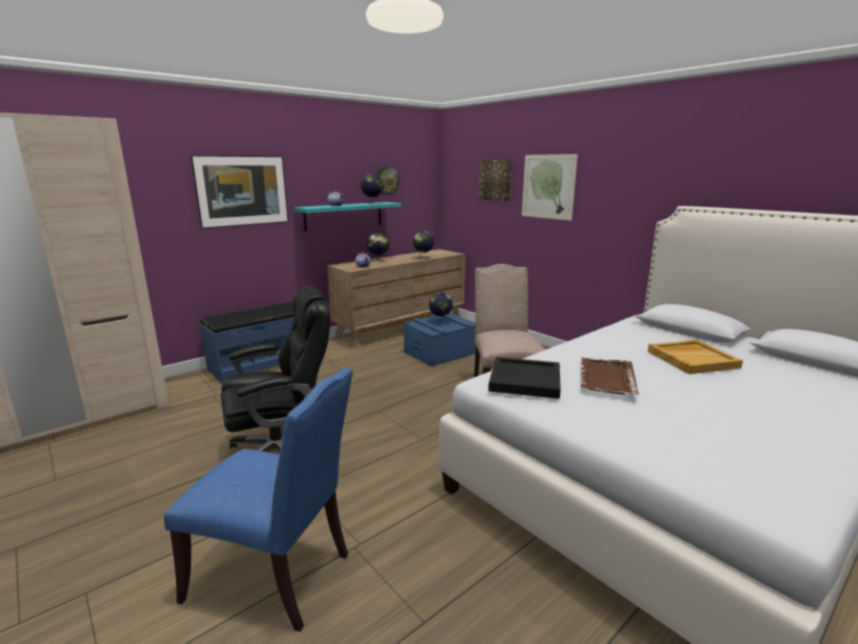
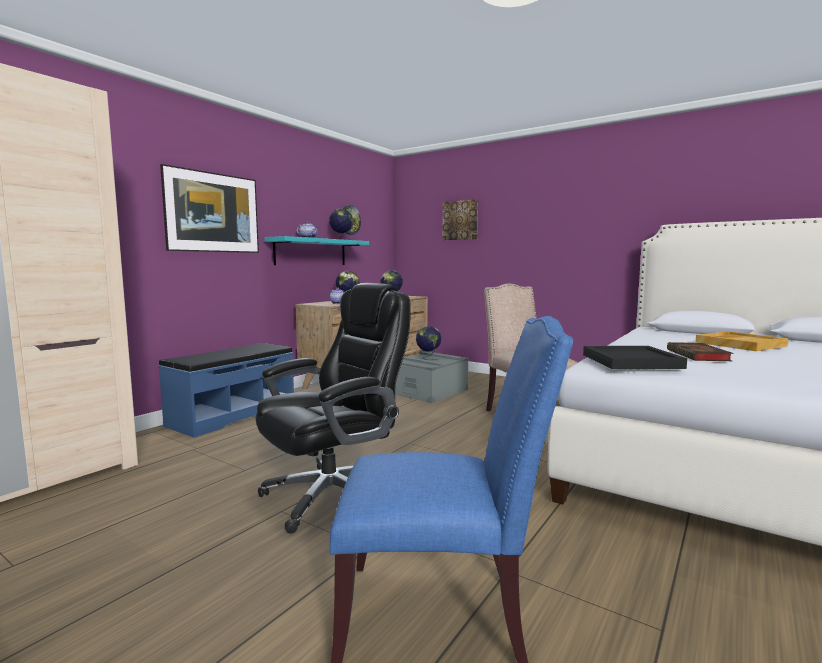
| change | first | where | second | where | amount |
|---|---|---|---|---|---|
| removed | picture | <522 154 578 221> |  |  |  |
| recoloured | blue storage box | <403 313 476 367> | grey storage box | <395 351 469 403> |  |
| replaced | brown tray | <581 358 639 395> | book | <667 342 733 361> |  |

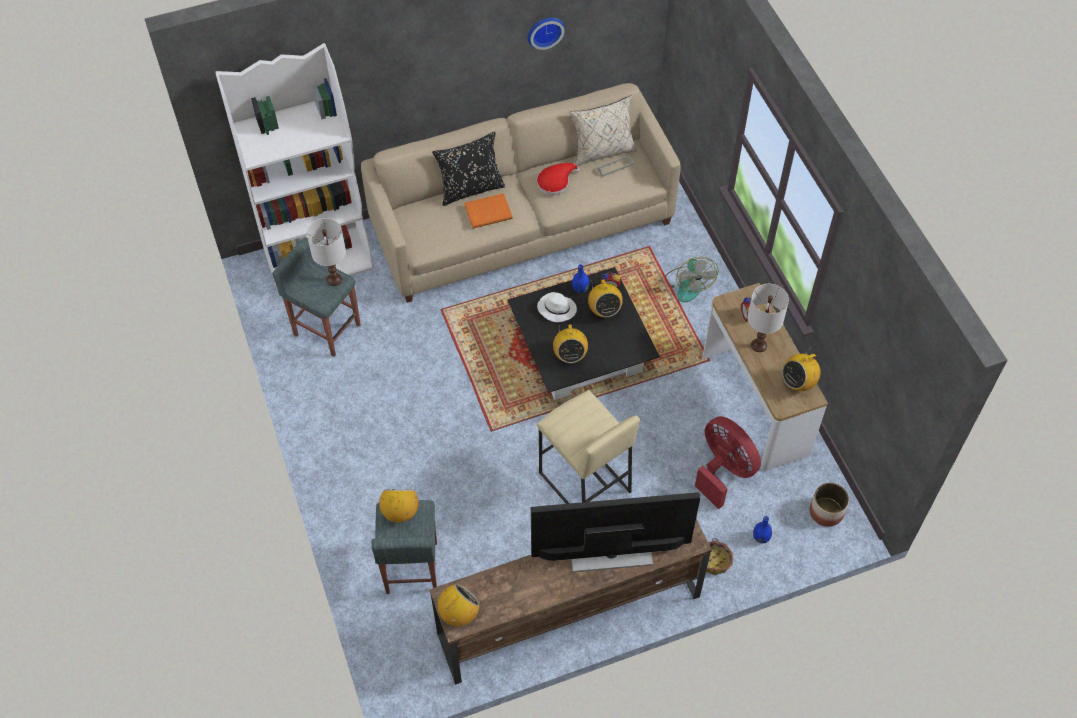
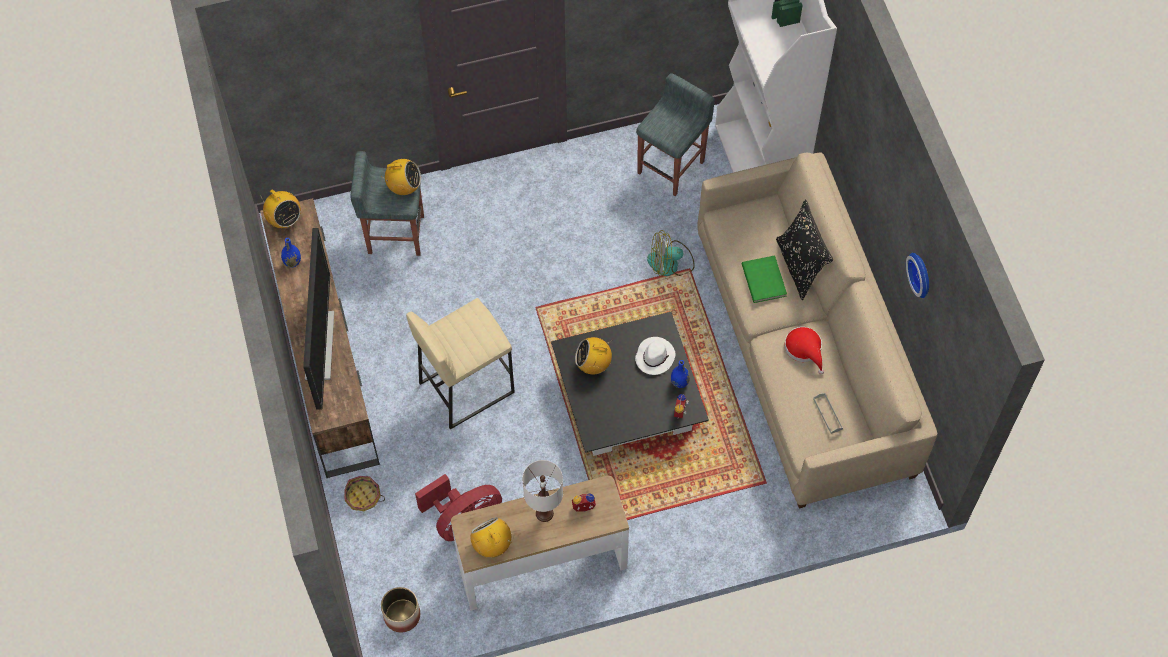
| change | first | where | second | where | amount |
|---|---|---|---|---|---|
| removed | beige pillow | <570 95 637 166> |  |  |  |
| recoloured | orange book | <464 193 513 228> | green book | <742 255 787 303> |  |
| removed | white table lamp | <307 218 346 286> |  |  |  |
| moved | fan | <665 257 718 302> |  | <647 230 695 277> |  |
| removed | radio | <588 279 623 318> |  |  |  |
| moved | blue vase | <753 516 772 543> |  | <281 238 301 267> |  |

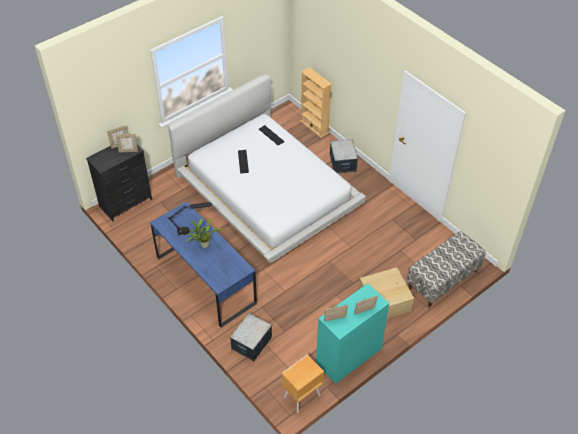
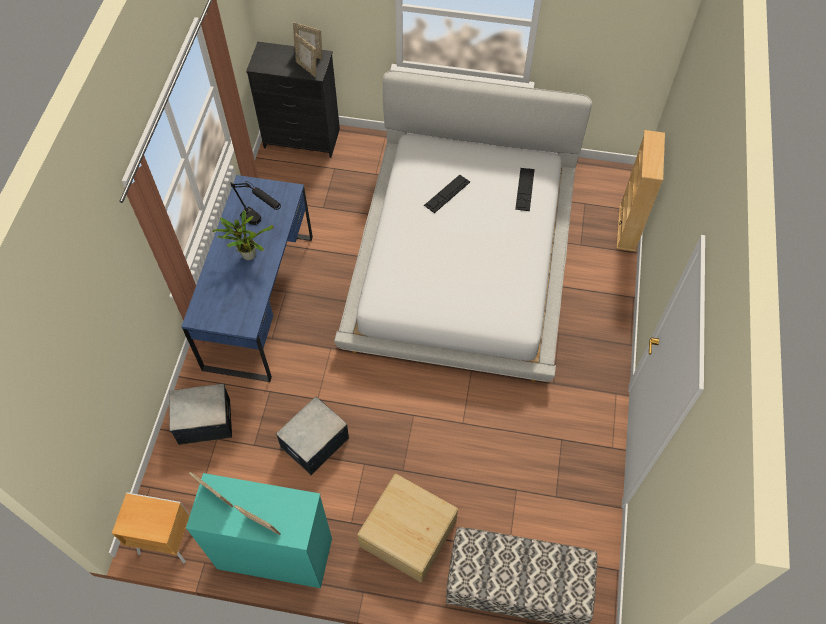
| change | first | where | second | where | amount |
|---|---|---|---|---|---|
| moved | storage box | <330 139 358 174> |  | <276 397 349 475> |  |

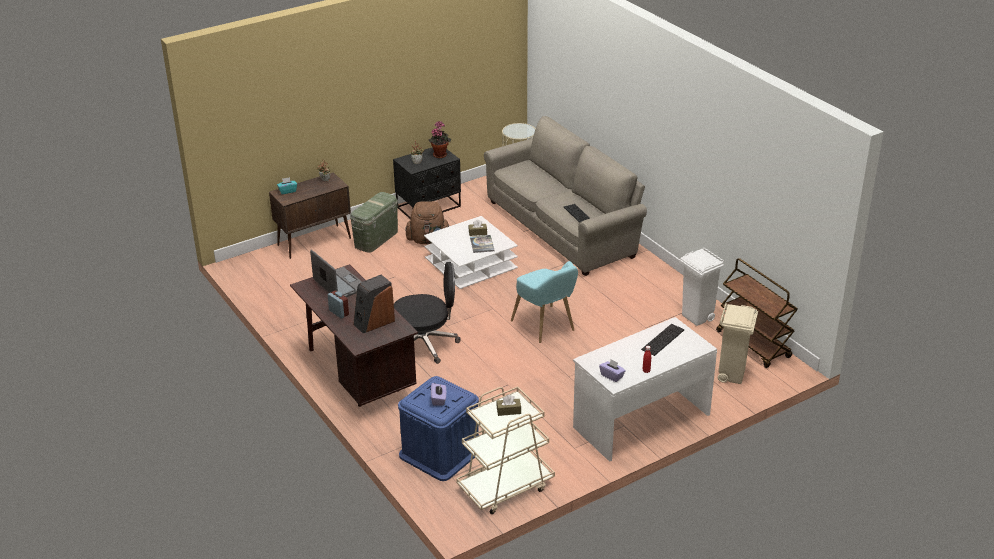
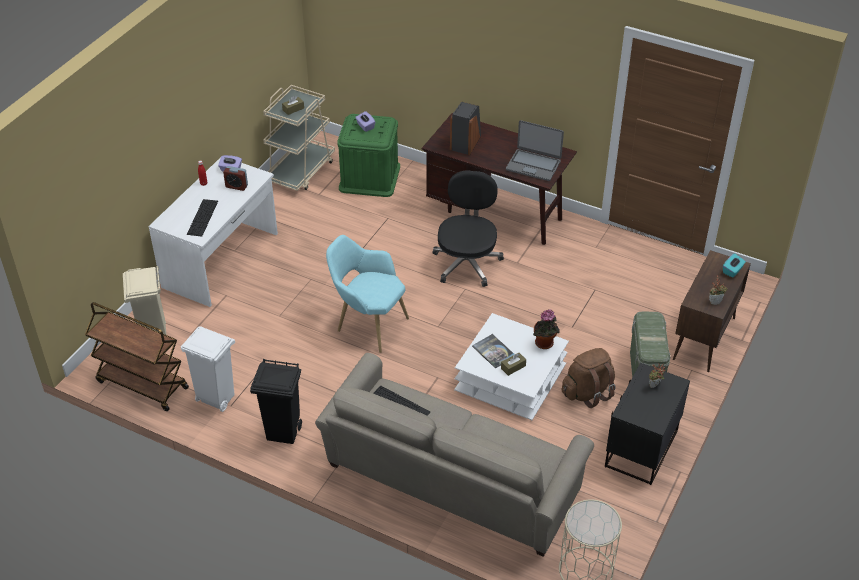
| change | first | where | second | where | amount |
|---|---|---|---|---|---|
| moved | potted plant | <429 121 451 158> |  | <533 309 560 349> |  |
| turned | black office chair | <394 262 461 364> |  | <432 171 504 287> | 135 degrees clockwise |
| moved | alarm clock | <328 290 349 318> |  | <223 166 248 191> |  |
| recoloured | blue storage box | <398 376 479 481> | green storage box | <337 114 400 197> |  |
| added |  |  | black trash can | <250 359 302 444> |  |

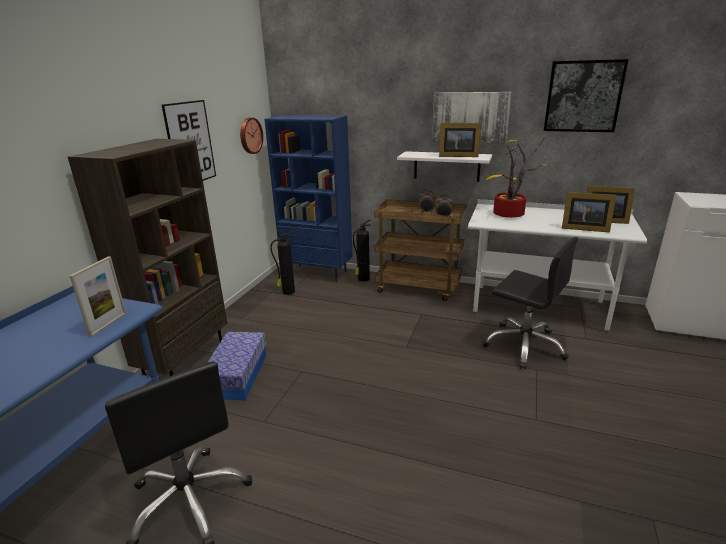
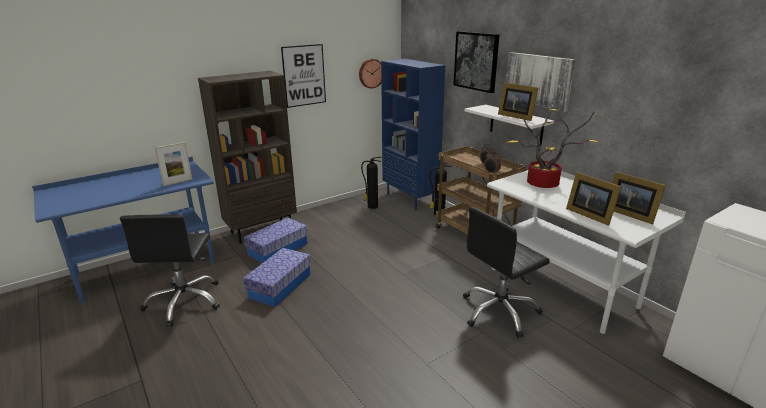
| change | first | where | second | where | amount |
|---|---|---|---|---|---|
| moved | picture | <544 59 629 132> |  | <454 31 500 93> |  |
| turned | black office chair | <482 237 578 369> |  | <463 206 550 338> | 75 degrees clockwise |
| added |  |  | storage box | <243 248 311 307> |  |

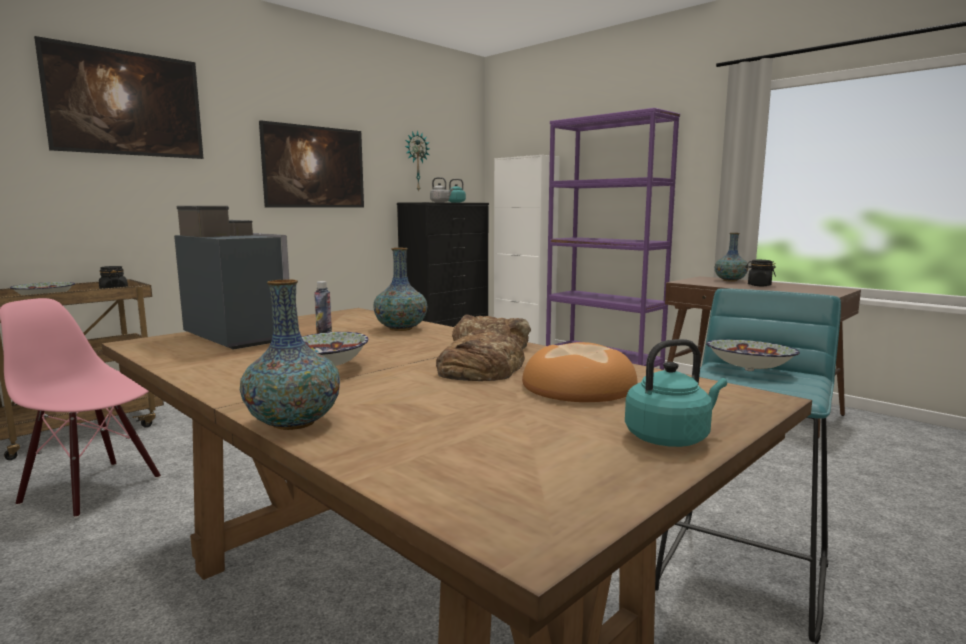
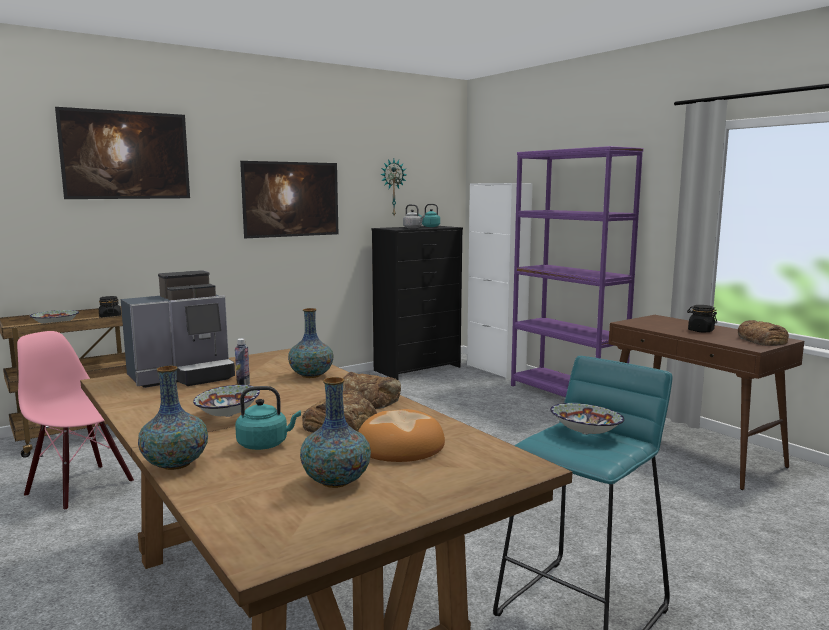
| change | first | where | second | where | amount |
|---|---|---|---|---|---|
| turned | coffee machine | <174 206 289 349> |  | <121 270 235 388> | 90 degrees clockwise |
| moved | vase | <715 233 748 281> |  | <300 377 371 488> |  |
| moved | turquoise kettle | <625 339 727 447> |  | <235 386 301 450> |  |
| added |  |  | bread | <738 320 789 346> |  |

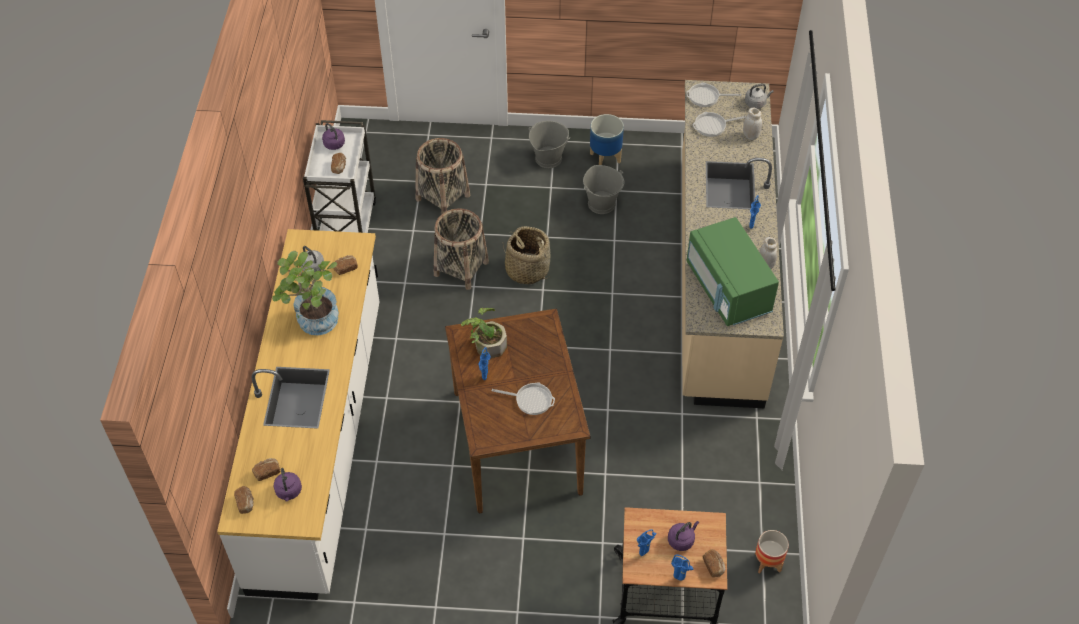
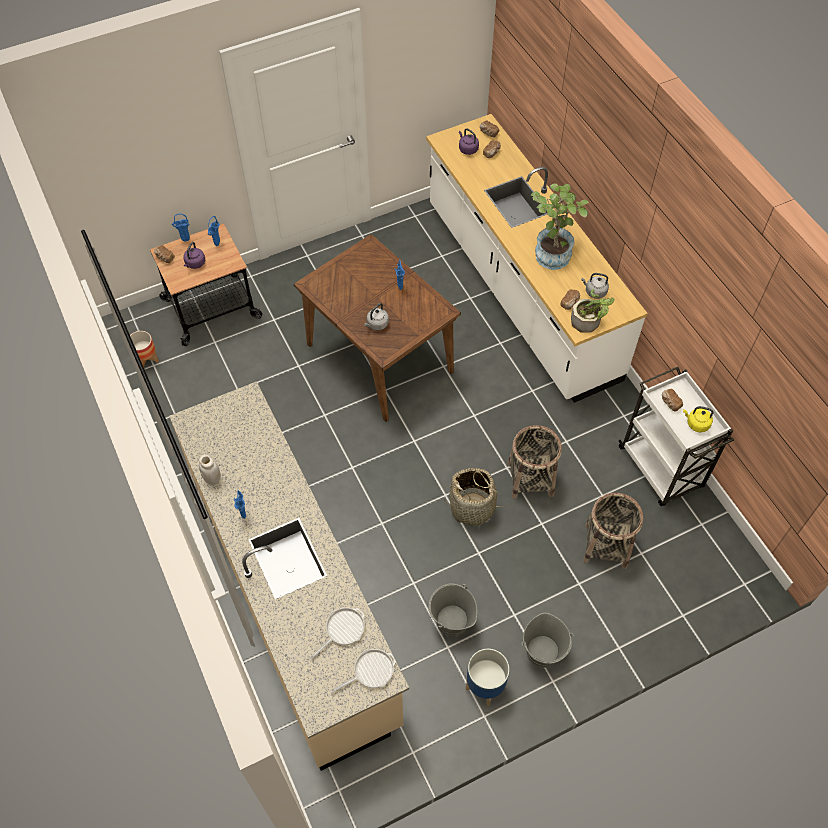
| change | first | where | second | where | amount |
|---|---|---|---|---|---|
| moved | grey kettle | <745 84 774 109> |  | <364 303 389 331> |  |
| removed | white jar | <743 108 762 140> |  |  |  |
| recoloured | purple kettle | <322 123 345 150> | yellow kettle | <683 406 713 432> |  |
| removed | green microwave | <686 217 779 326> |  |  |  |
| moved | potted plant | <461 308 507 358> |  | <571 289 615 333> |  |
| removed | frying pan | <492 382 555 415> |  |  |  |

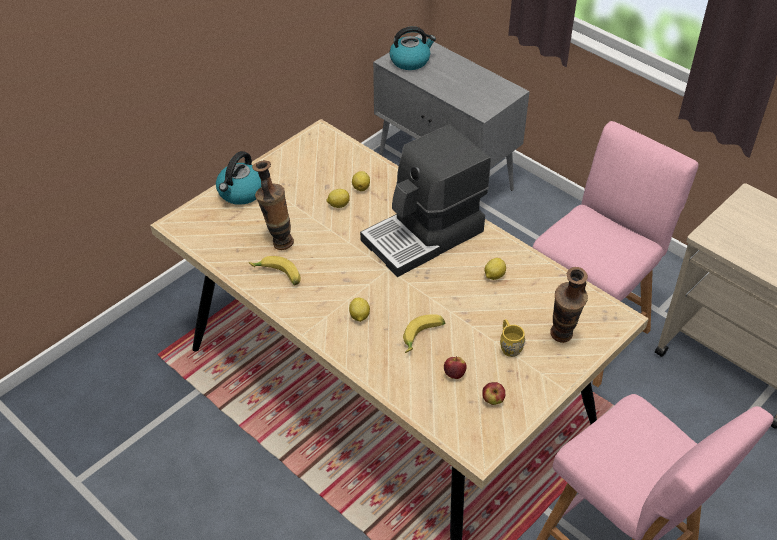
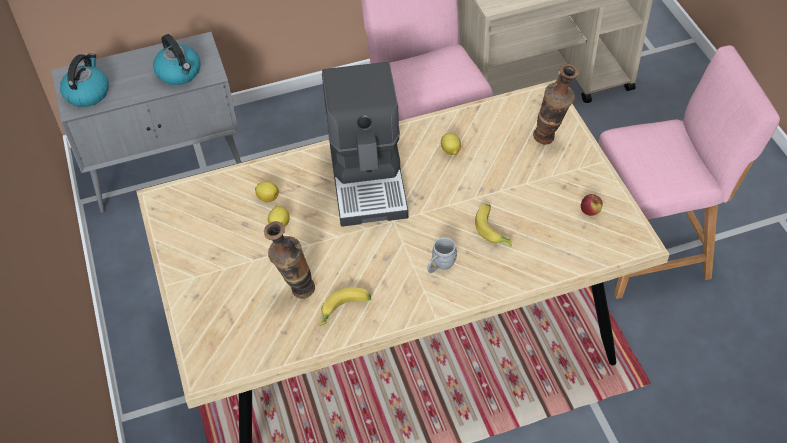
| change | first | where | second | where | amount |
|---|---|---|---|---|---|
| moved | kettle | <216 151 261 205> |  | <153 34 201 85> |  |
| replaced | lemon | <349 298 370 322> | grey mug | <427 237 457 273> |  |
| removed | yellow mug | <500 319 525 357> |  |  |  |
| removed | apple | <444 356 467 379> |  |  |  |

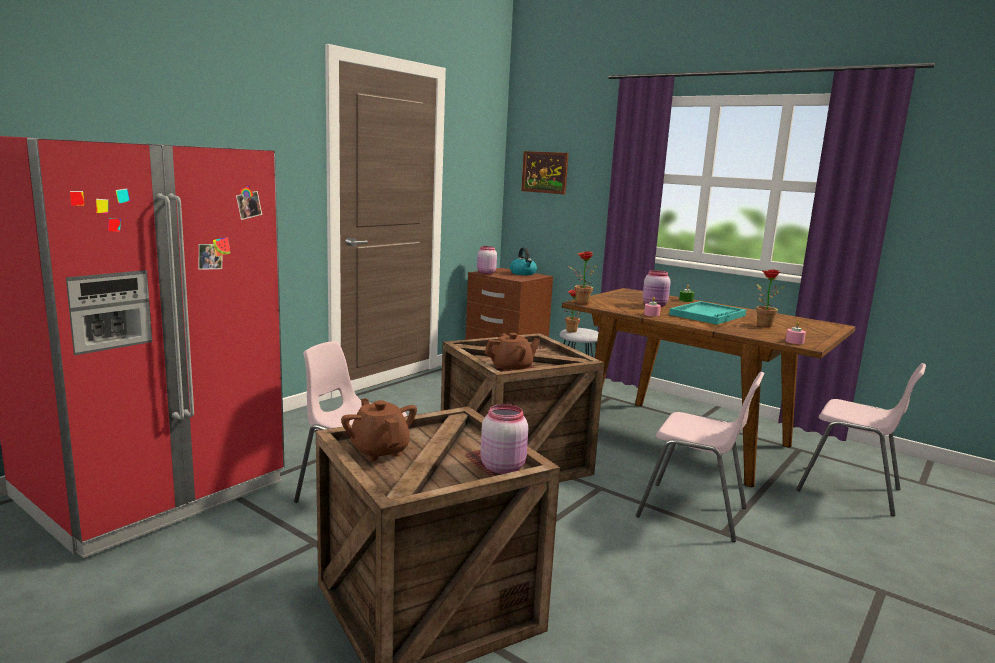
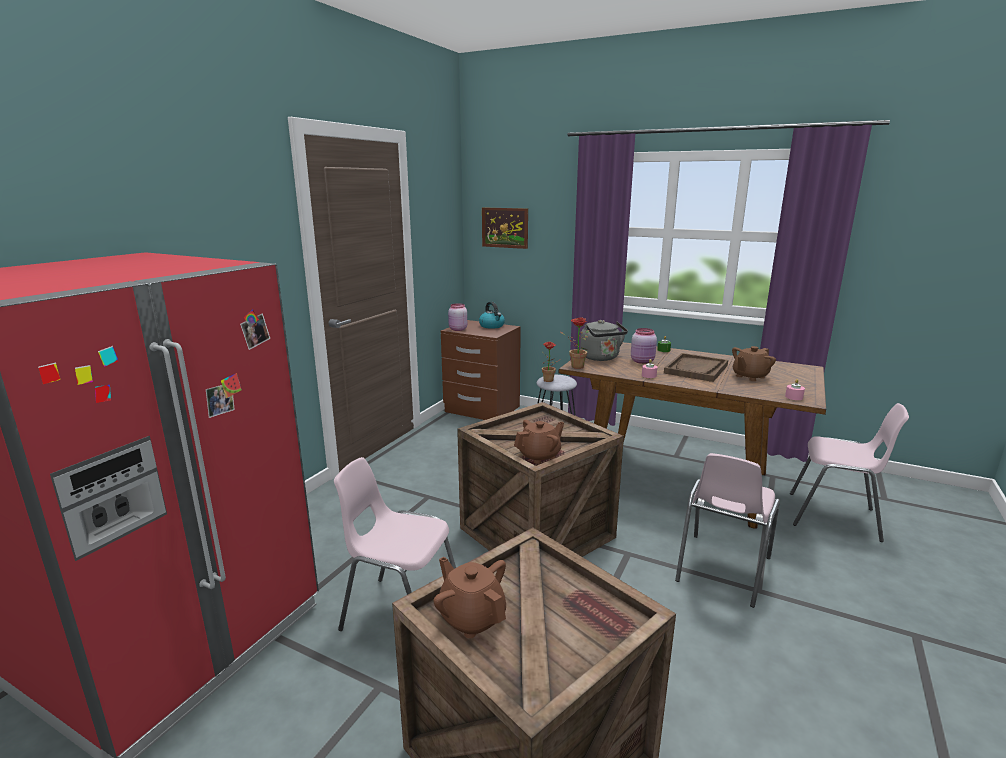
| change | first | where | second | where | amount |
|---|---|---|---|---|---|
| replaced | potted plant | <756 269 785 327> | brown teapot | <732 346 776 381> |  |
| recoloured | turquoise tray | <669 301 746 325> | brown tray | <664 353 728 382> |  |
| turned | pink chair | <636 372 764 542> |  | <675 453 780 608> | 105 degrees clockwise |
| removed | pink jar | <480 404 528 474> |  |  |  |
| added |  |  | grey kettle | <580 320 628 361> |  |

